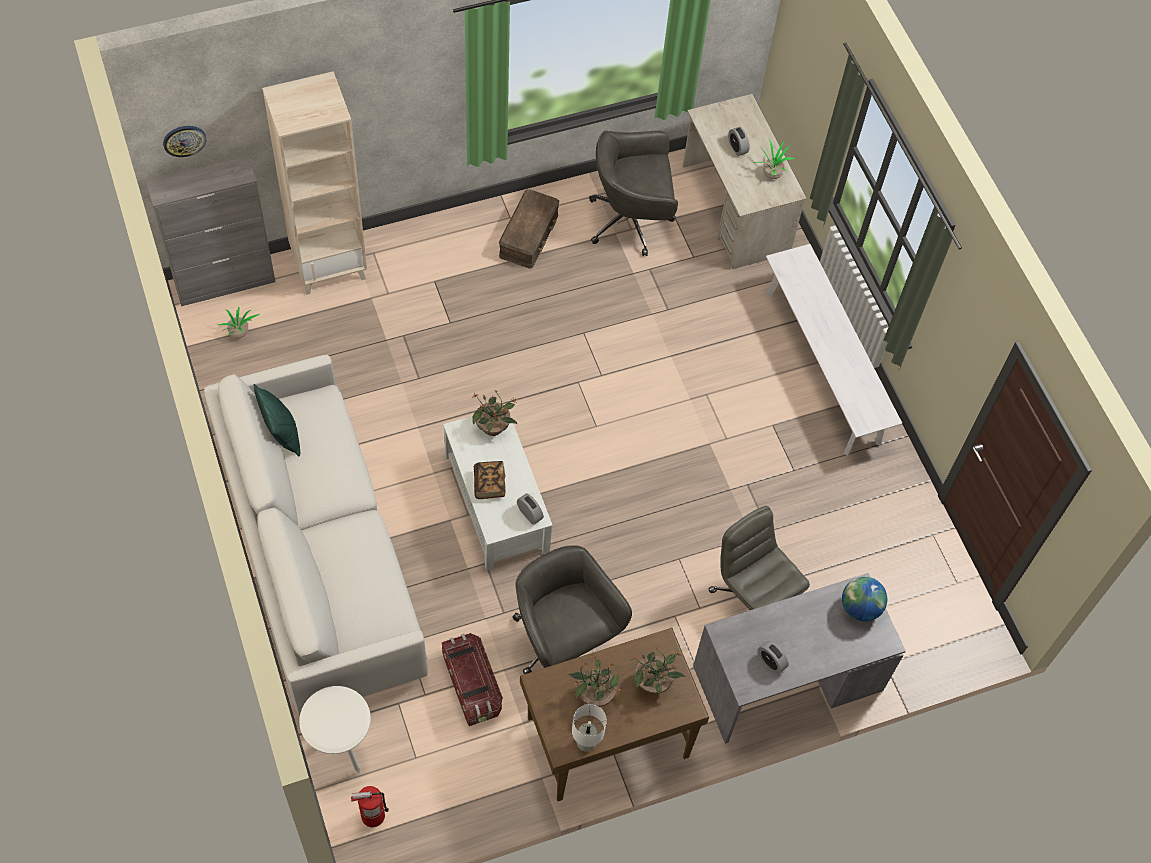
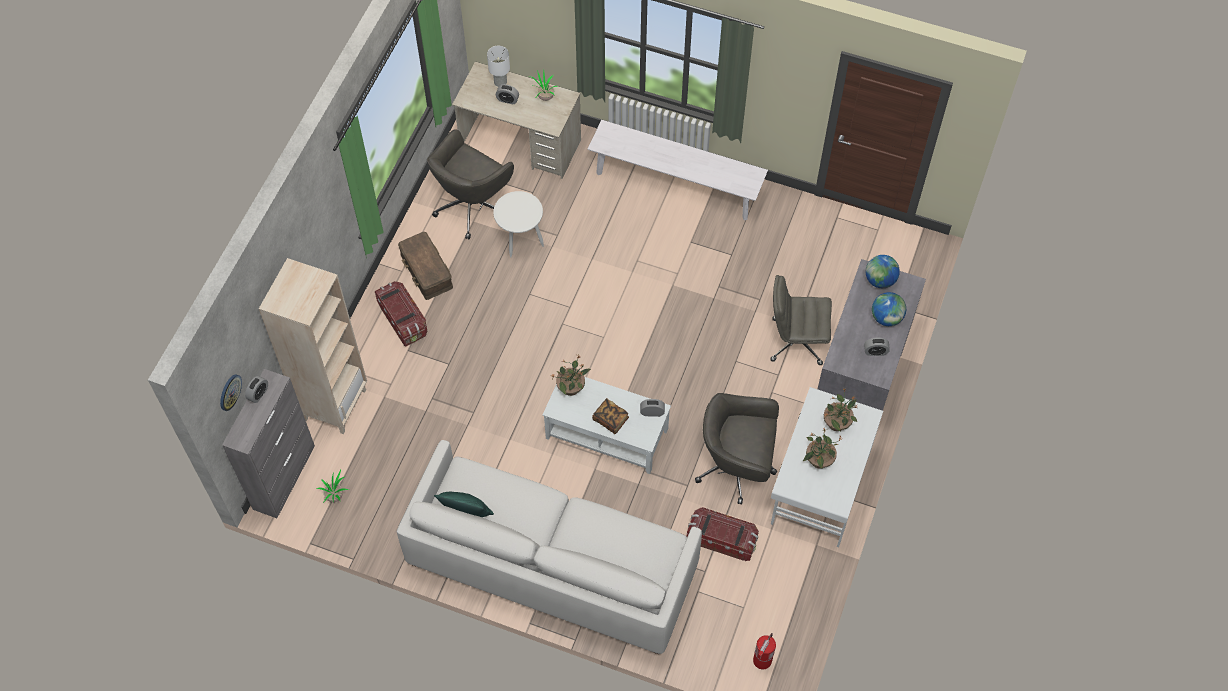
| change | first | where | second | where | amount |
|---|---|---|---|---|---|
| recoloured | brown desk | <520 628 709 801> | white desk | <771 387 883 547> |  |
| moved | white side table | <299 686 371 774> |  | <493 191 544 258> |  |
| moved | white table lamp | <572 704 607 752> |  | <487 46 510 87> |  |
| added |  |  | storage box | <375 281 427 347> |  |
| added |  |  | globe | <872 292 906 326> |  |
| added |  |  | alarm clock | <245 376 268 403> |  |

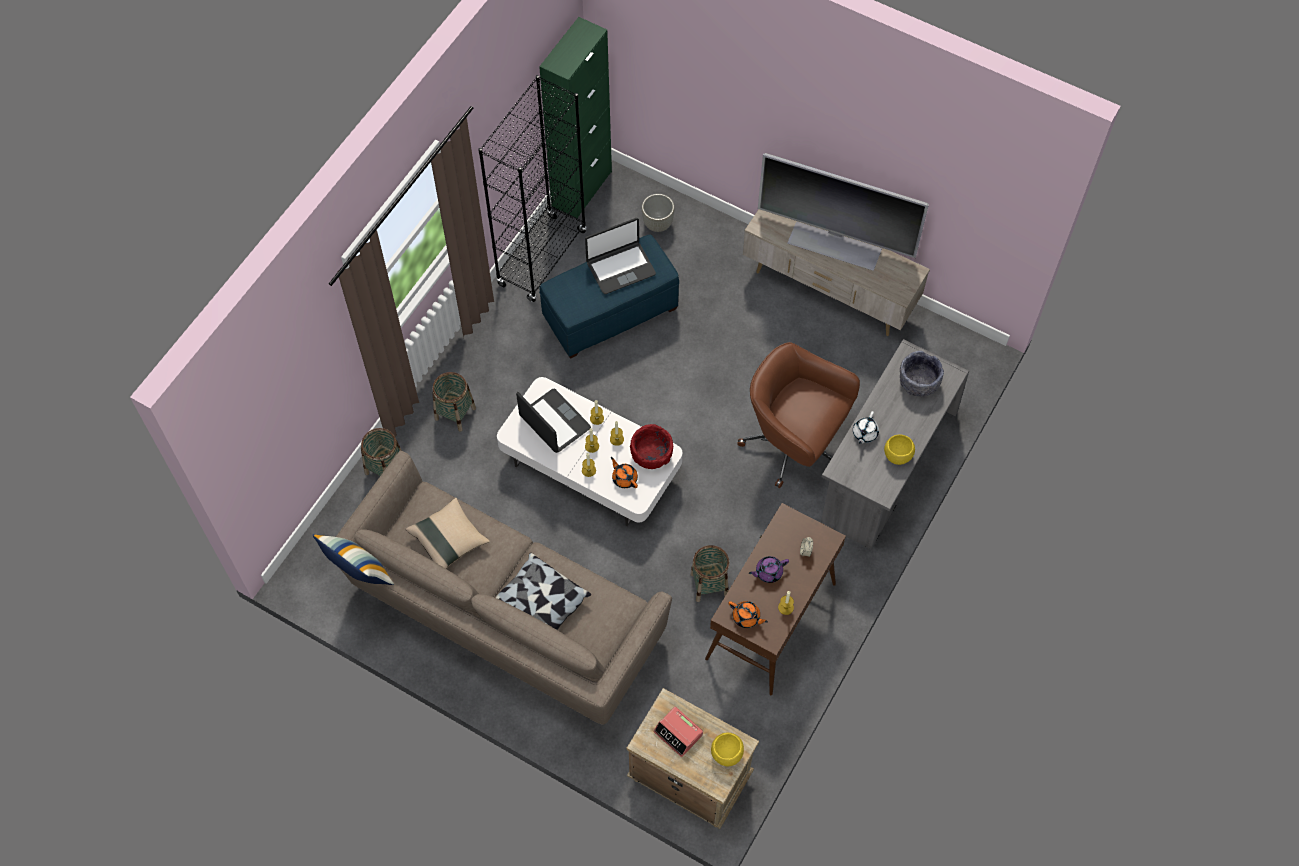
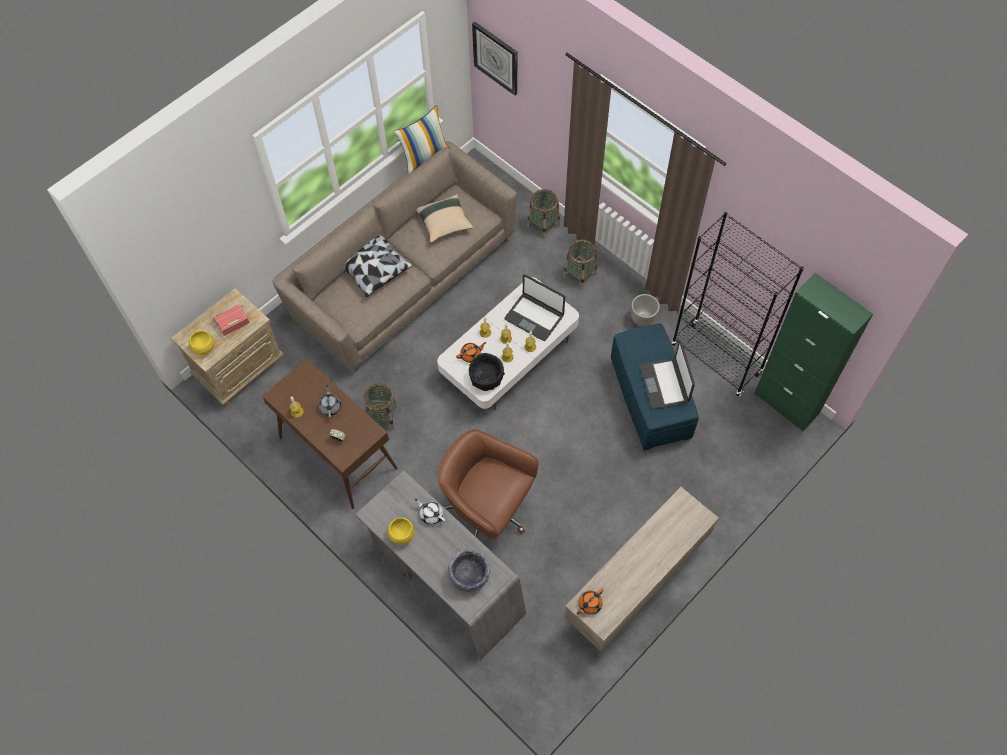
| change | first | where | second | where | amount |
|---|---|---|---|---|---|
| removed | television | <758 153 929 271> |  |  |  |
| moved | grey planter | <642 194 675 232> |  | <631 294 660 326> |  |
| turned | brown office chair | <737 342 860 488> |  | <438 429 538 539> | 105 degrees counterclockwise |
| turned | laptop | <516 389 591 453> |  | <504 274 565 341> | 60 degrees clockwise |
| recoloured | red bowl | <630 424 673 469> | black bowl | <469 353 505 391> |  |
| recoloured | purple teapot | <749 556 789 583> | grey teapot | <319 385 341 419> |  |
| moved | orange teapot | <728 601 768 628> |  | <577 588 604 615> |  |
| added |  |  | wall clock | <472 21 517 95> |  |

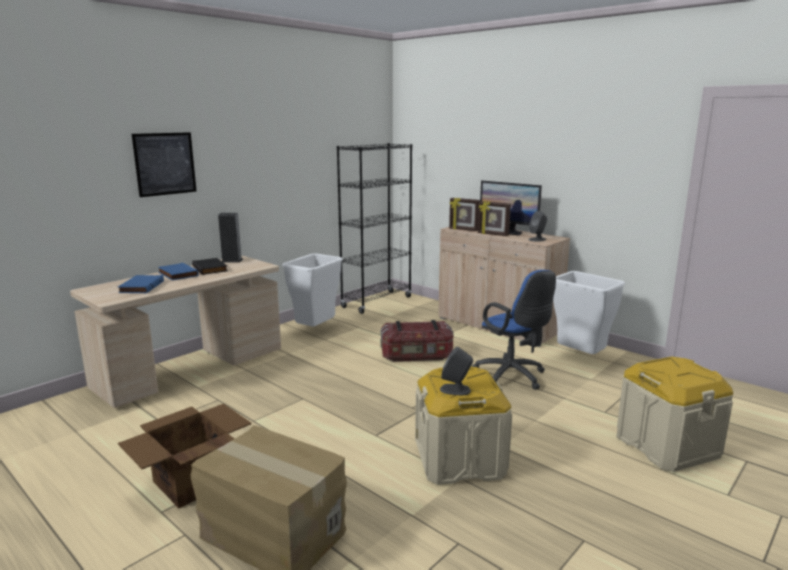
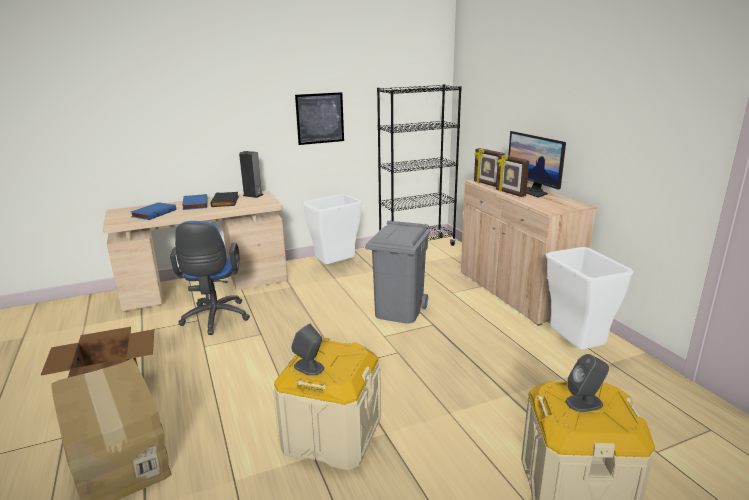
| change | first | where | second | where | amount |
|---|---|---|---|---|---|
| moved | picture | <132 132 196 197> |  | <295 92 344 145> |  |
| moved | grey speaker | <529 211 547 242> |  | <566 354 609 412> |  |
| moved | blue office chair | <472 270 556 390> |  | <170 221 250 335> |  |
| replaced | storage box | <380 320 454 362> | grey trash can | <365 220 430 324> |  |

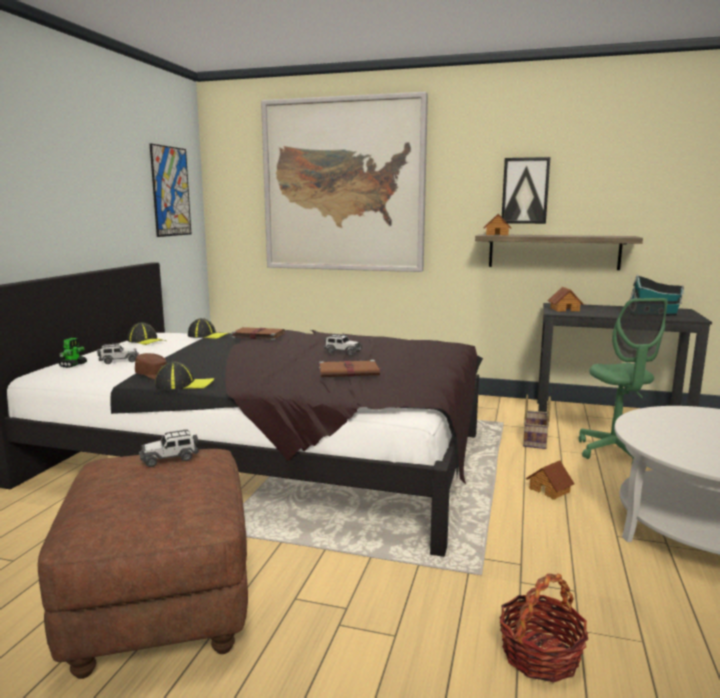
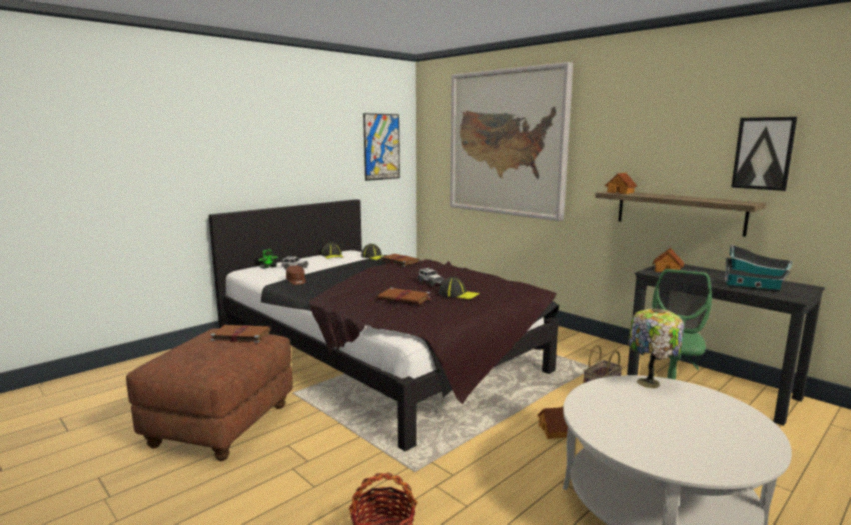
| change | first | where | second | where | amount |
|---|---|---|---|---|---|
| moved | picture | <502 157 550 224> |  | <731 117 797 191> |  |
| moved | cap | <155 361 214 390> |  | <439 277 480 299> |  |
| replaced | toy car | <139 429 199 467> | brown book | <210 325 271 343> |  |
| added |  |  | table lamp | <628 309 684 388> |  |

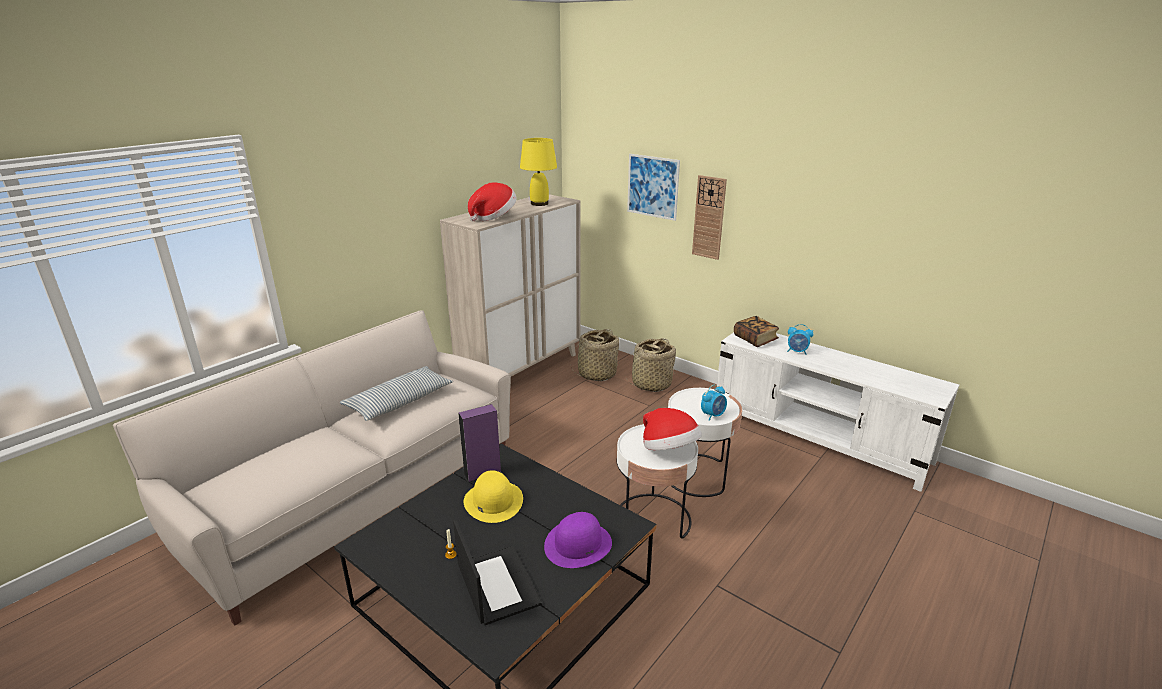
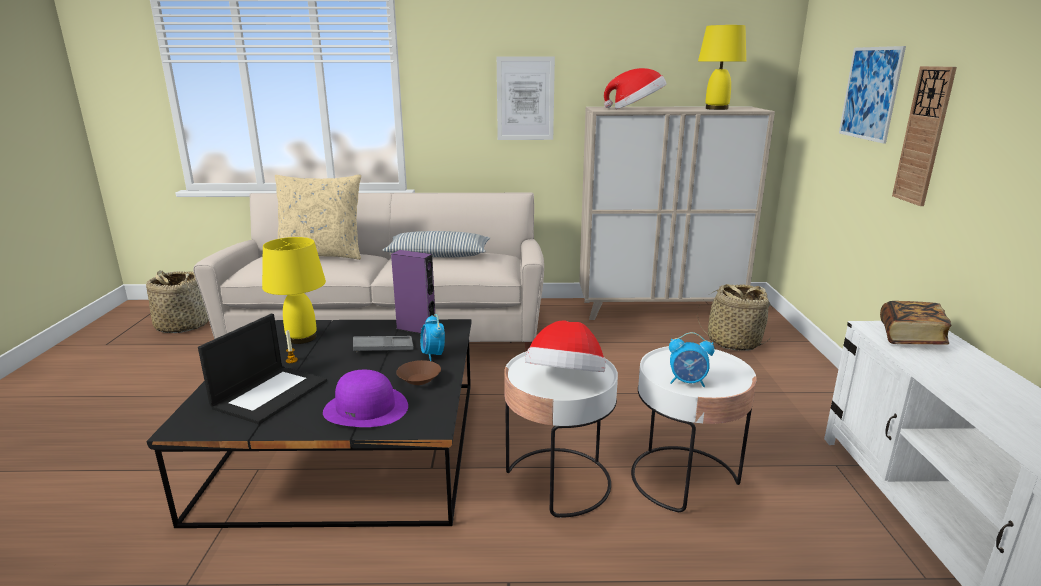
| change | first | where | second | where | amount |
|---|---|---|---|---|---|
| moved | alarm clock | <787 324 813 355> |  | <420 314 445 361> |  |
| moved | basket | <627 338 676 392> |  | <146 270 209 333> |  |
| replaced | yellow hat | <463 470 523 523> | grey tray | <353 336 414 352> |  |
| added |  |  | picture | <497 56 555 140> |  |
| added |  |  | beige pillow | <275 174 361 260> |  |
| added |  |  | yellow table lamp | <262 237 326 344> |  |
| added |  |  | brown bowl | <396 360 441 385> |  |

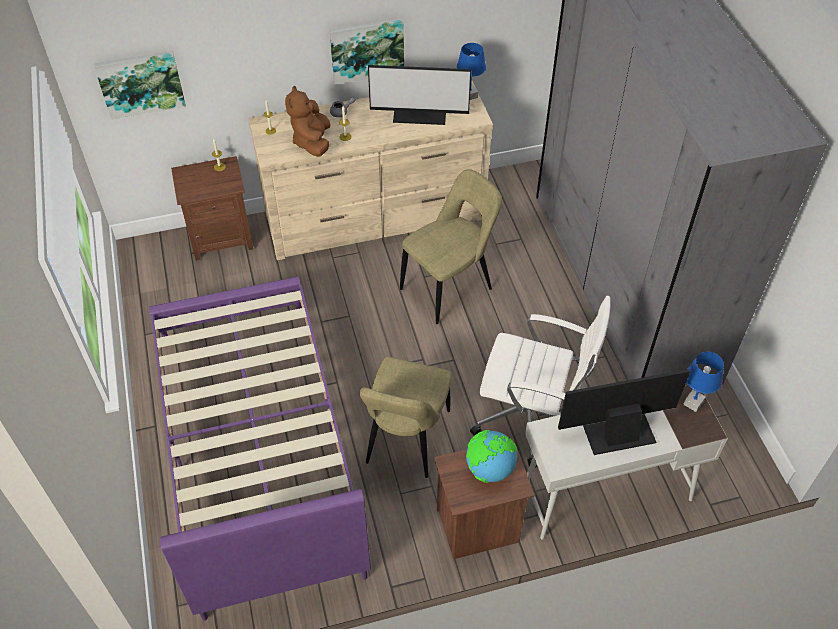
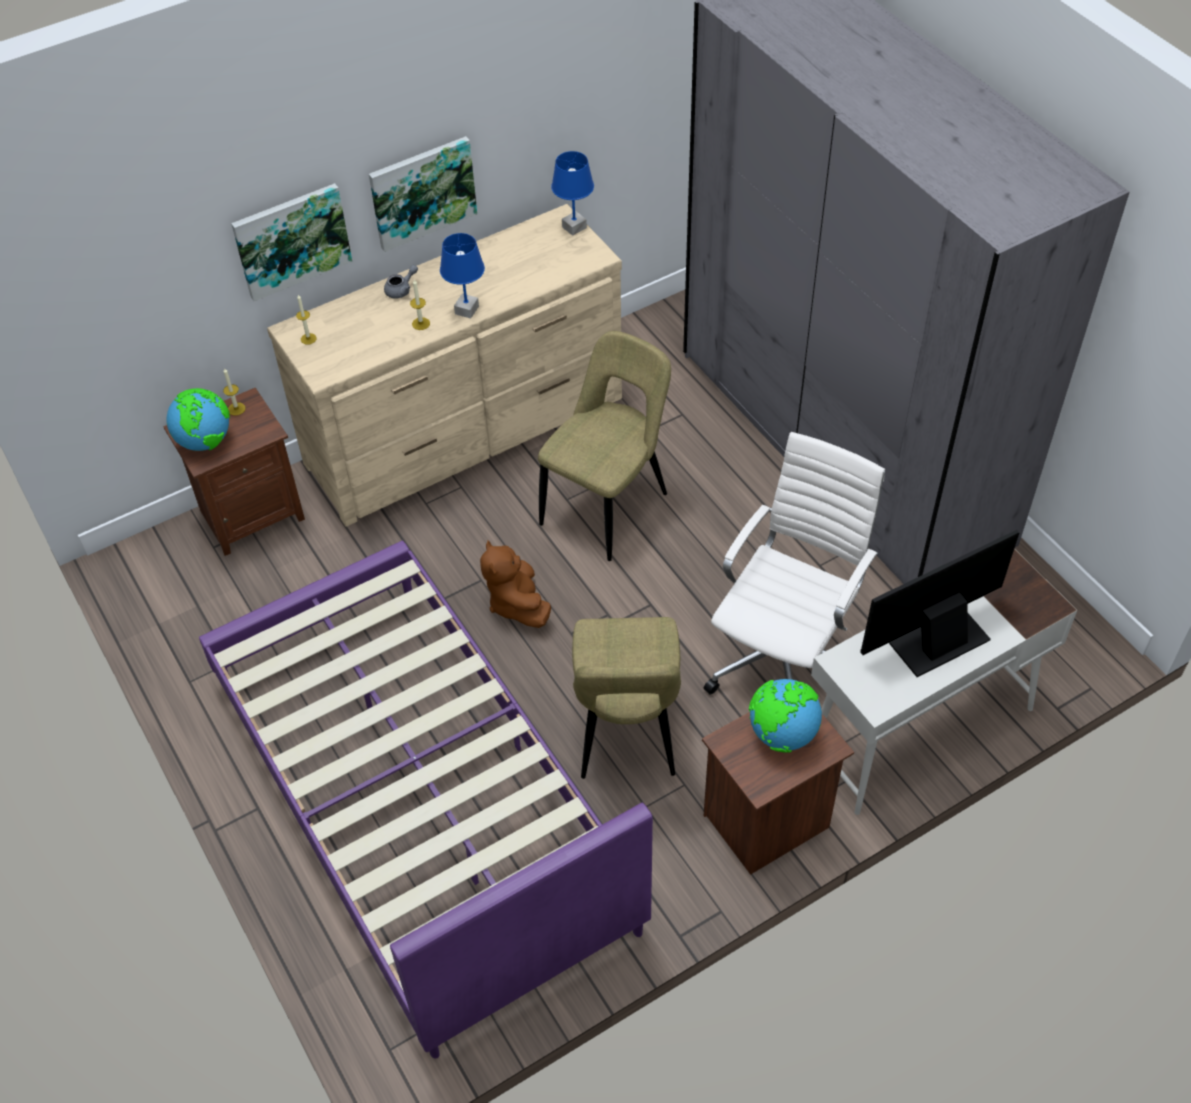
| change | first | where | second | where | amount |
|---|---|---|---|---|---|
| moved | picture | <94 51 186 119> |  | <231 183 352 301> |  |
| removed | monitor | <368 65 471 125> |  |  |  |
| moved | brown plush toy | <285 86 331 157> |  | <480 540 551 628> |  |
| turned | white office chair | <470 296 610 467> |  | <704 432 885 694> | 60 degrees counterclockwise |
| moved | blue table lamp | <683 352 724 412> |  | <440 233 485 318> |  |
| added |  |  | globe | <167 388 230 451> |  |

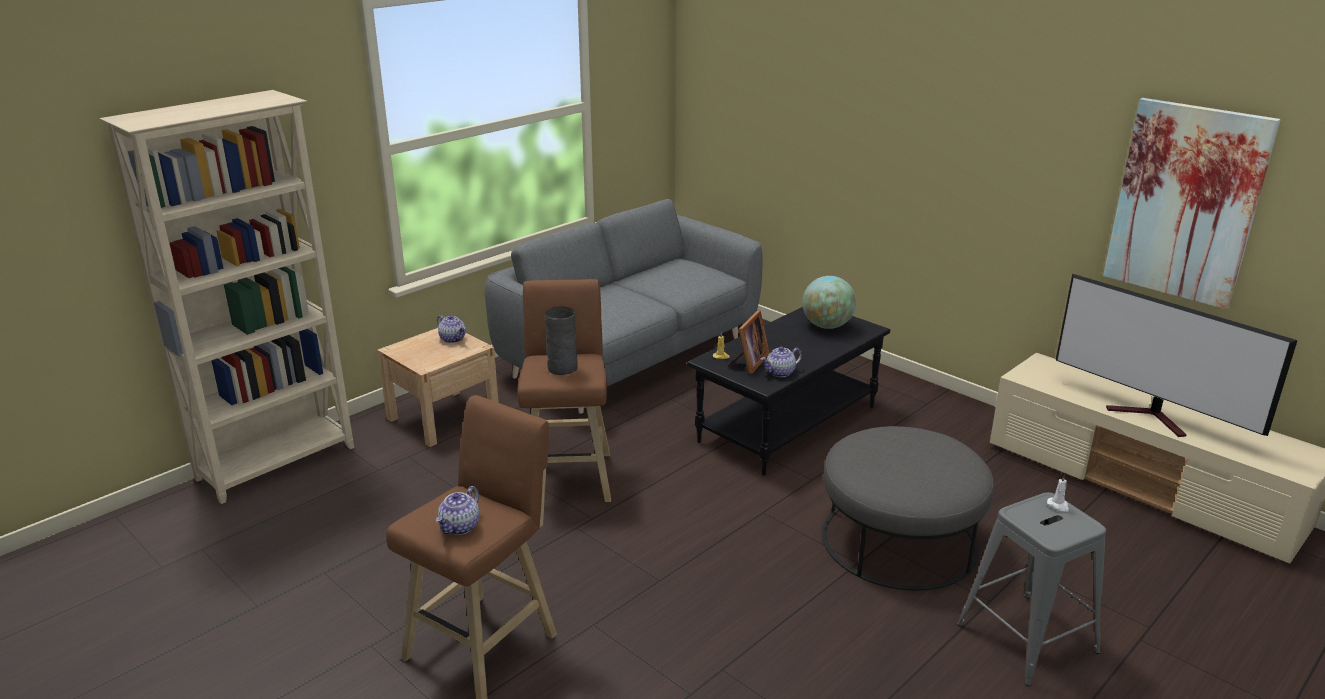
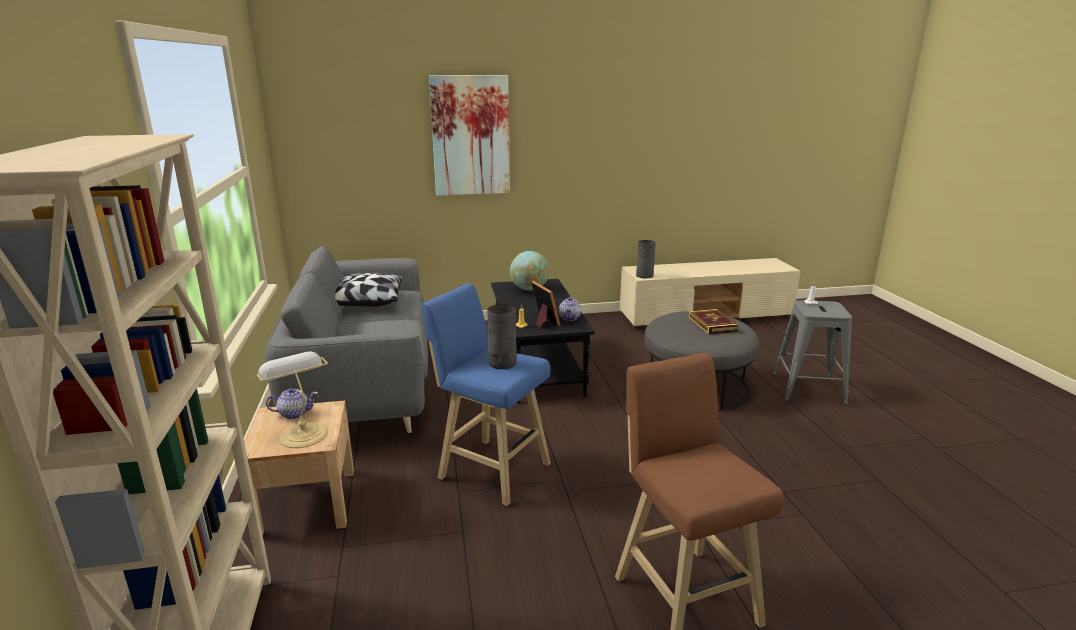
| change | first | where | second | where | amount |
|---|---|---|---|---|---|
| moved | picture | <1103 98 1280 309> |  | <429 75 510 196> |  |
| removed | television | <1056 274 1298 437> |  |  |  |
| recoloured | brown stool | <518 279 611 502> | blue stool | <421 284 551 506> |  |
| removed | teapot | <436 486 480 535> |  |  |  |
| added |  |  | grey vase | <636 240 655 279> |  |
| added |  |  | pillow | <335 273 402 307> |  |
| added |  |  | book | <689 309 738 335> |  |
| added |  |  | table lamp | <256 351 328 448> |  |

